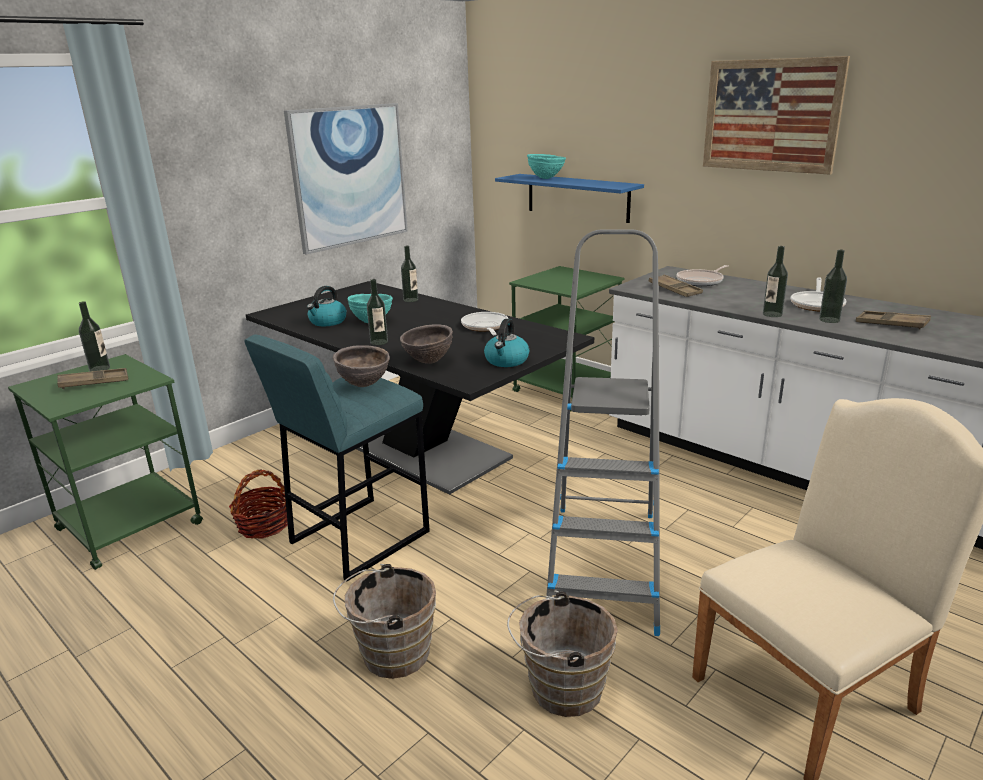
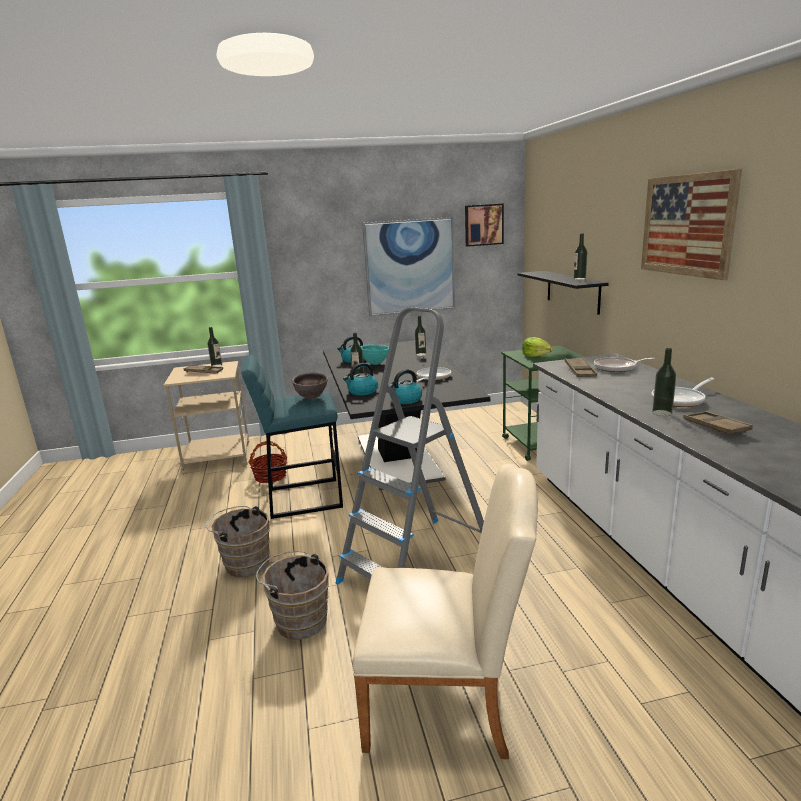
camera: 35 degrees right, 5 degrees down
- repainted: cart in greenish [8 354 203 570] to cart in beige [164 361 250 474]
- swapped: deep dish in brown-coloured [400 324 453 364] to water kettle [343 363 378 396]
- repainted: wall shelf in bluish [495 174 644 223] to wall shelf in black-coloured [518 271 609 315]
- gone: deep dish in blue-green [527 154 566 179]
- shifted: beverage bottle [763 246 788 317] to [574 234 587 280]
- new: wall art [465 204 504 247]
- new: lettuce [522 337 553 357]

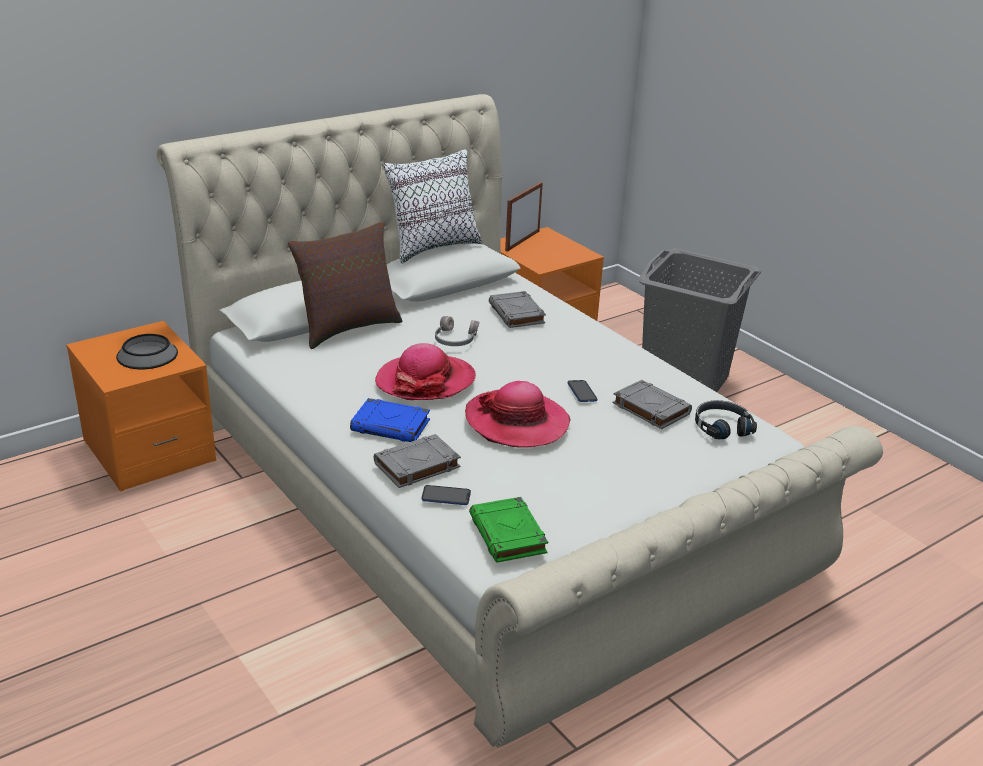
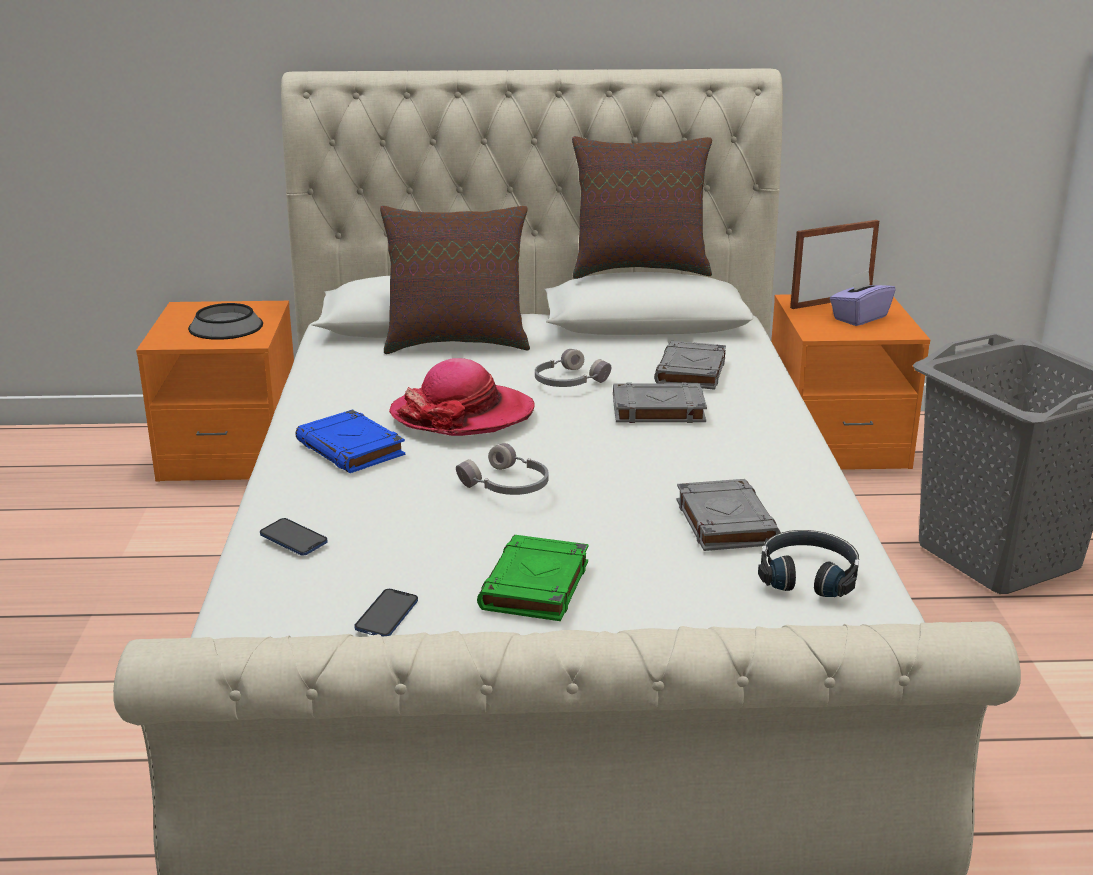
camera: 35 degrees right, 5 degrees down
- shifted: book in gray [374 434 461 488] to [613 382 707 423]
- repainted: throw pillow in white-coloured [383 150 482 264] to throw pillow in brown-coloured [572 136 712 279]
- swapped: hat [465 381 571 448] to headphones in gray [456 443 549 495]
- shifted: book in greenish [469 497 548 563] to [477 535 589 621]
- shifted: phone [567 380 597 402] to [354 589 418 637]
- new: tissue holder in purple-coloured [830 270 896 326]

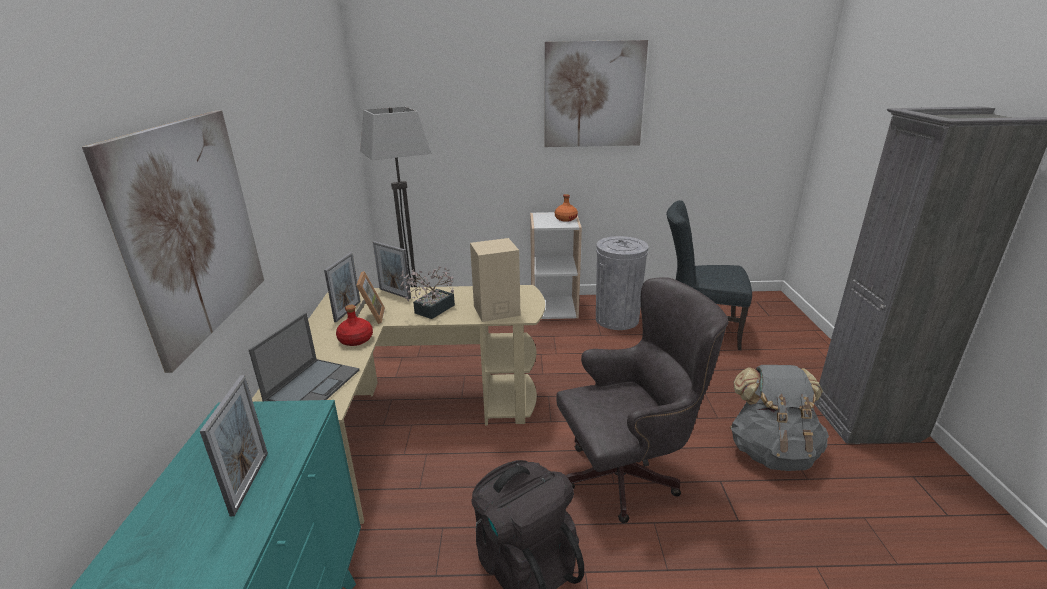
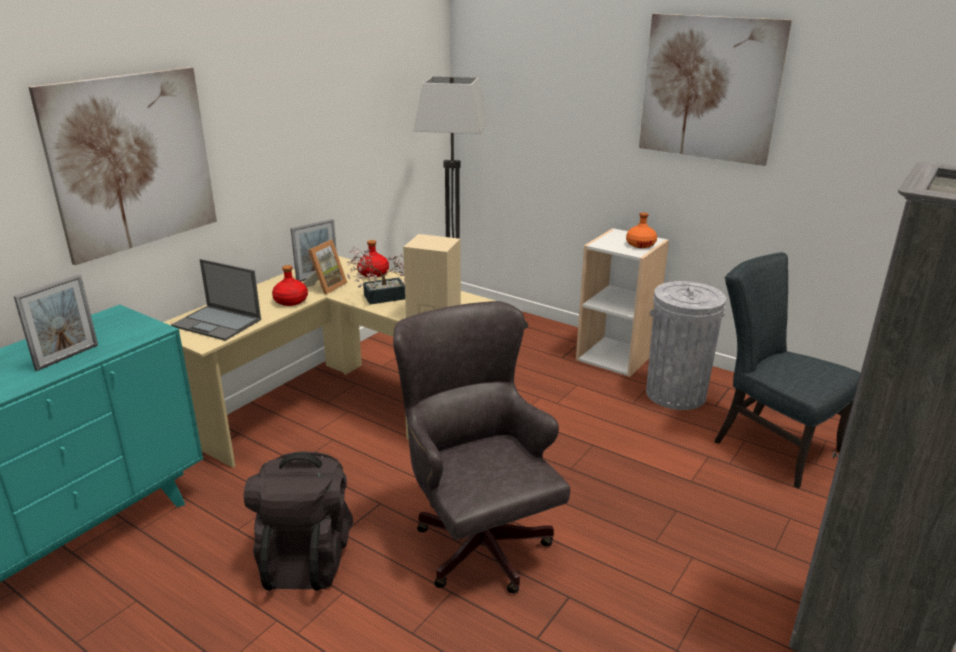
camera: 35 degrees right, 0 degrees up
- rotated: portable computer [249 313 359 401] = [171 259 261 341] 60 degrees clockwise
- swapped: standing frame [373 241 411 299] to beverage bottle in red-coloured [357 240 389 277]
- rotated: computer chair in gray [556 277 729 523] = [393 301 570 594] 135 degrees counterclockwise
- gone: backpack in gray [730 365 829 471]

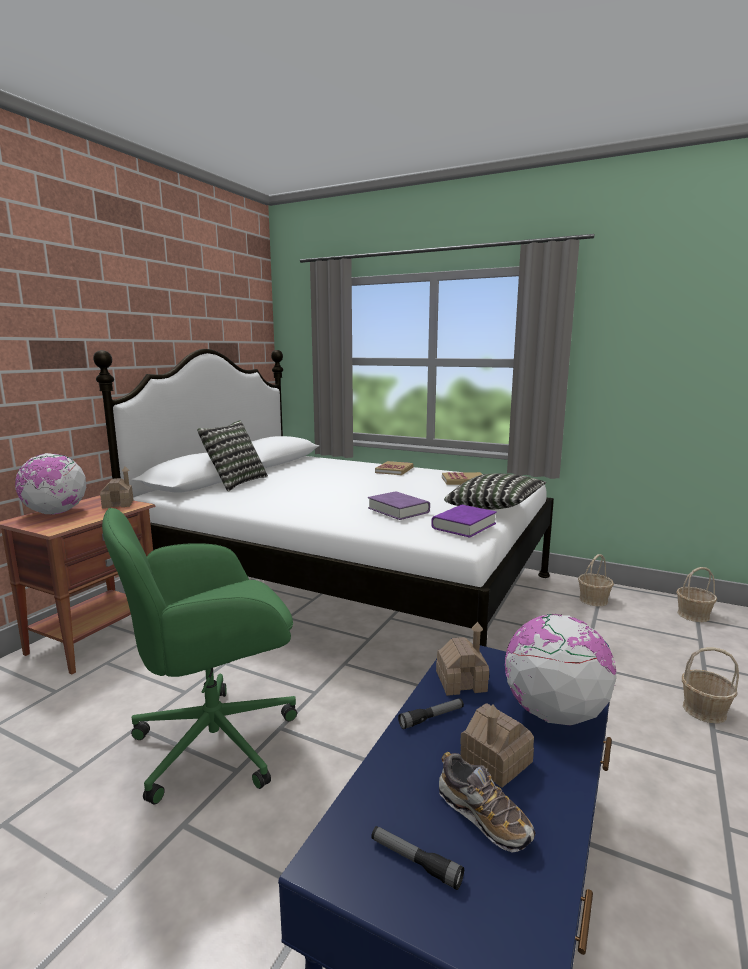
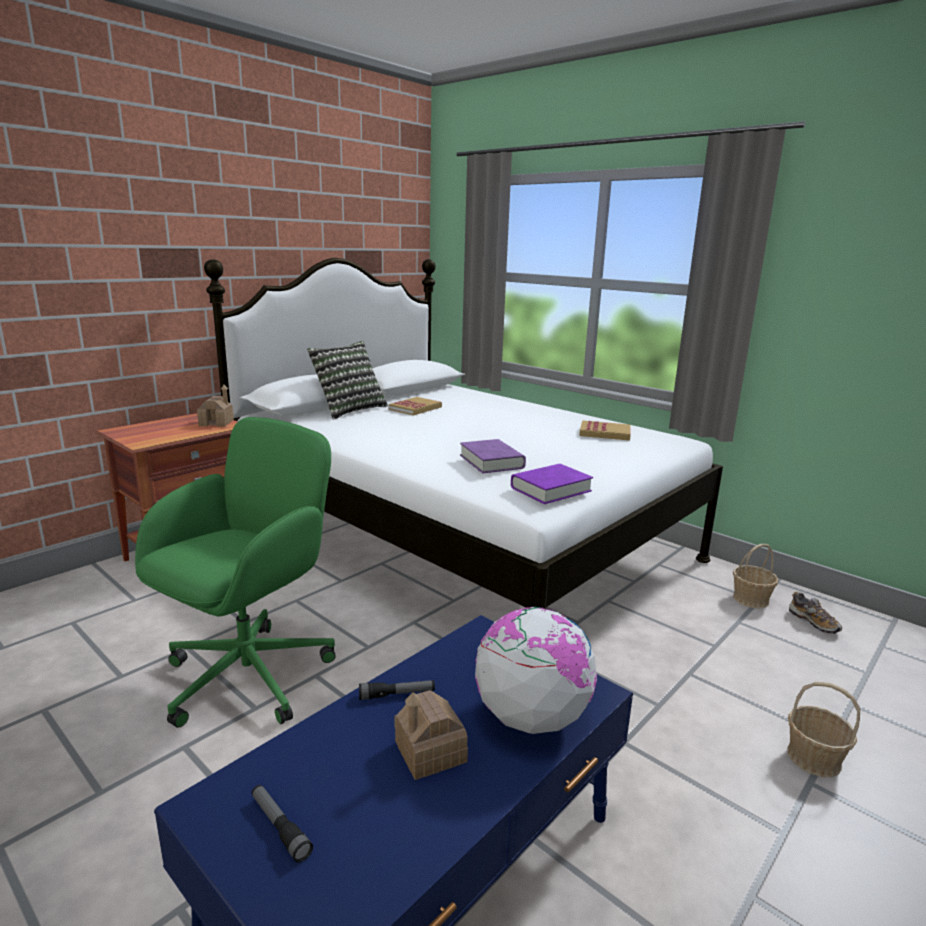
camera: 15 degrees right, 5 degrees up
- gone: desk globe [15 453 86 514]
- rotated: computer chair in greenish [102 508 297 804] = [135 417 336 728] 135 degrees clockwise
- shifted: book [375 461 414 475] to [389 397 442 415]
- gone: model house [436 622 489 696]
- shifted: shoe [439 752 535 853] to [789 592 842 634]
- gone: throw pillow [444 474 546 510]
- gone: storage basket [676 567 717 622]

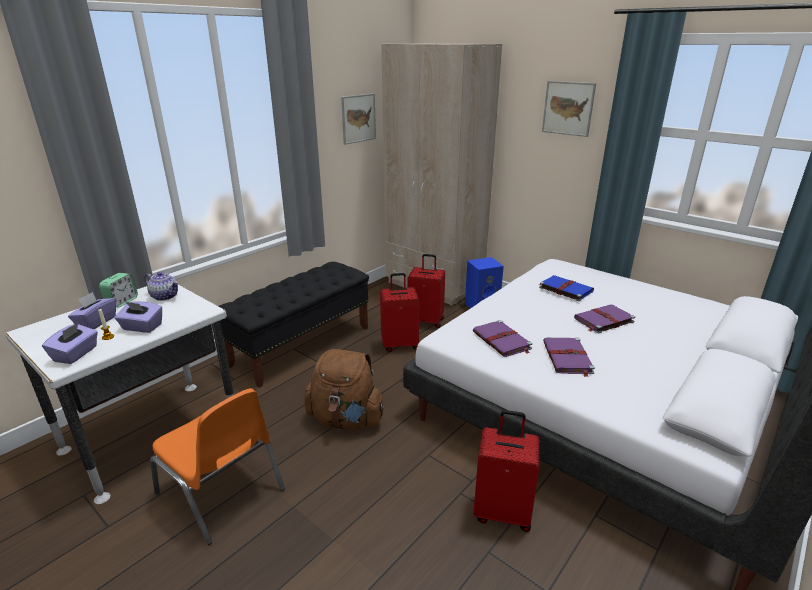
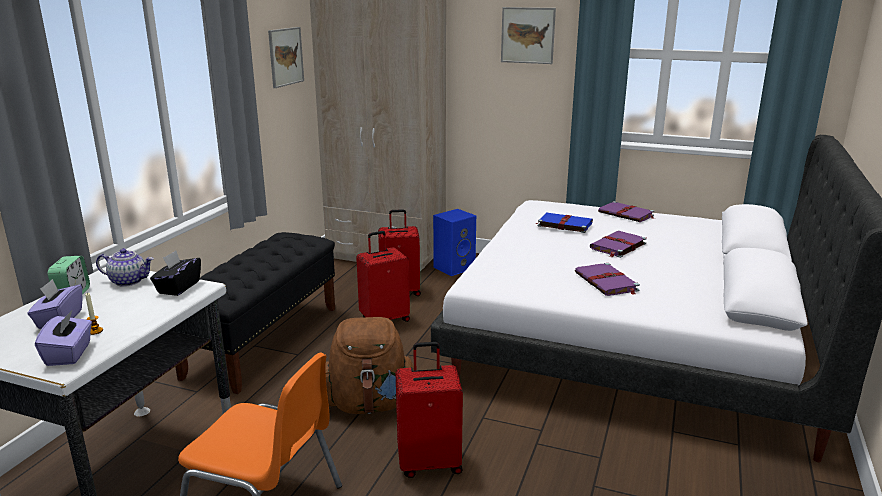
camera: 20 degrees left, 5 degrees down
- gone: tissue holder in purple-coloured [114 301 162 333]
- shifted: book in purple-coloured [473 320 532 357] to [598 201 654 222]
- shifted: piece of luggage in red-coloured [473 410 540 532] to [396 342 463 478]
- new: tissue holder in black-coloured [150 250 201 296]

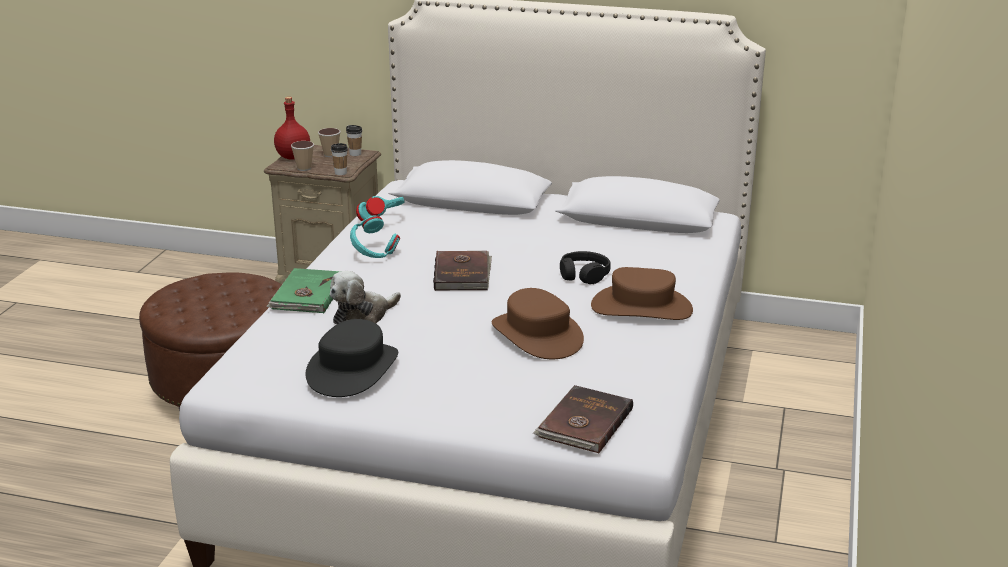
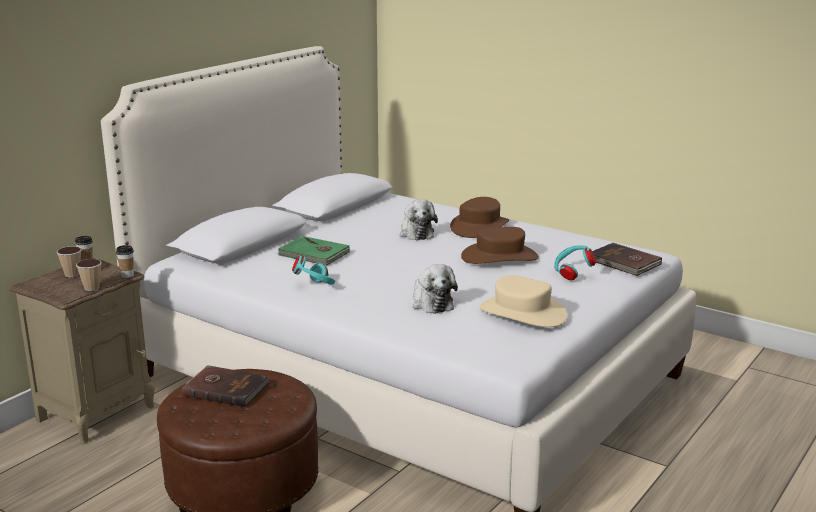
camera: 70 degrees left, 5 degrees down
- shifted: book in greenish [266 268 341 313] to [278 236 350 266]
- gone: beverage bottle in red-coloured [274 97 310 160]
- repainted: hat in black-coloured [305 319 398 397] to hat in beige [479 275 567 327]
- shifted: headphones in blue-green [356 196 404 221] to [554 245 596 280]
- shifted: book in brown-coloured [433 251 492 291] to [182 365 270 407]
- swapped: headphones in black-coloured [560 251 611 284] to plush toy [400 199 438 240]

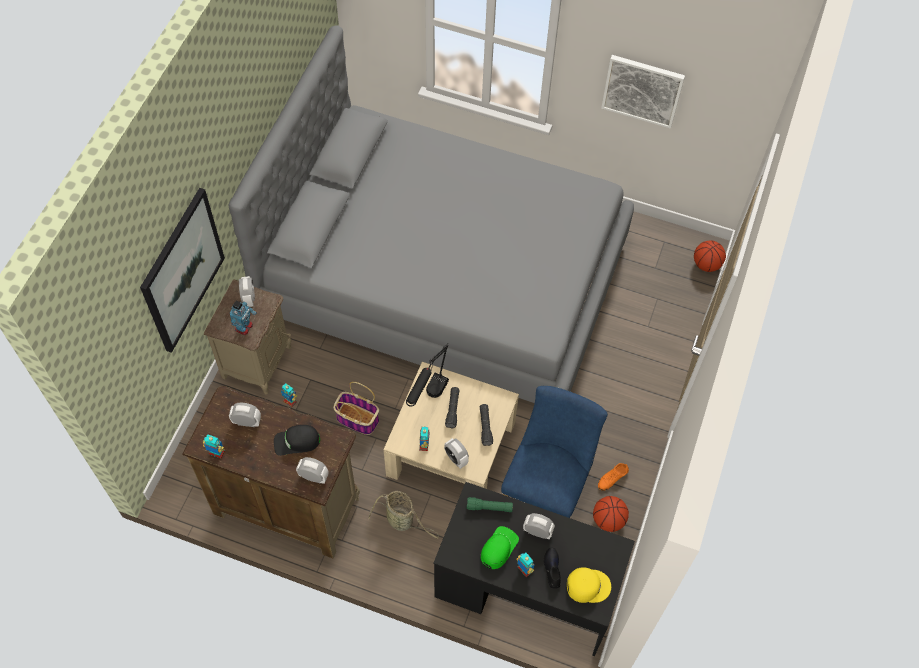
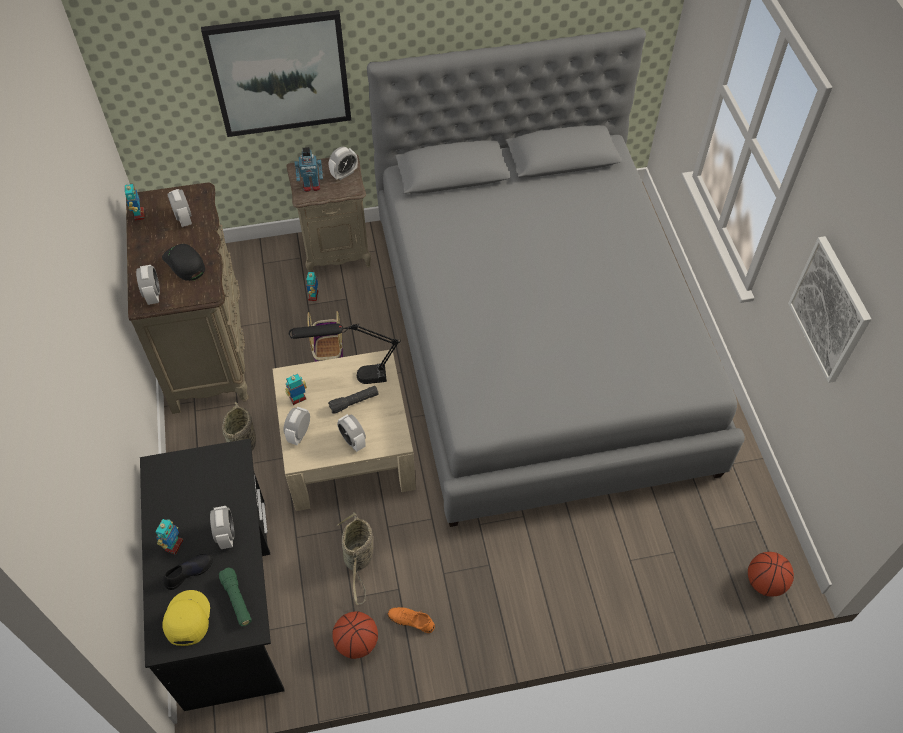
camera: 60 degrees right, 5 degrees down
- shifted: flashlight in greenish [467 497 513 512] to [219 568 251 626]
- swapped: flashlight in black-coloured [480 404 493 446] to alarm clock [337 414 366 452]
- gone: peaked cap in greenish [481 526 519 569]
- swapped: plain chair in bluish [501 386 608 518] to storage basket [336 512 373 605]
- rotated: peaked cap in yellow-coloured [567 567 611 603] = [163 590 210 646] 150 degrees counterclockwise

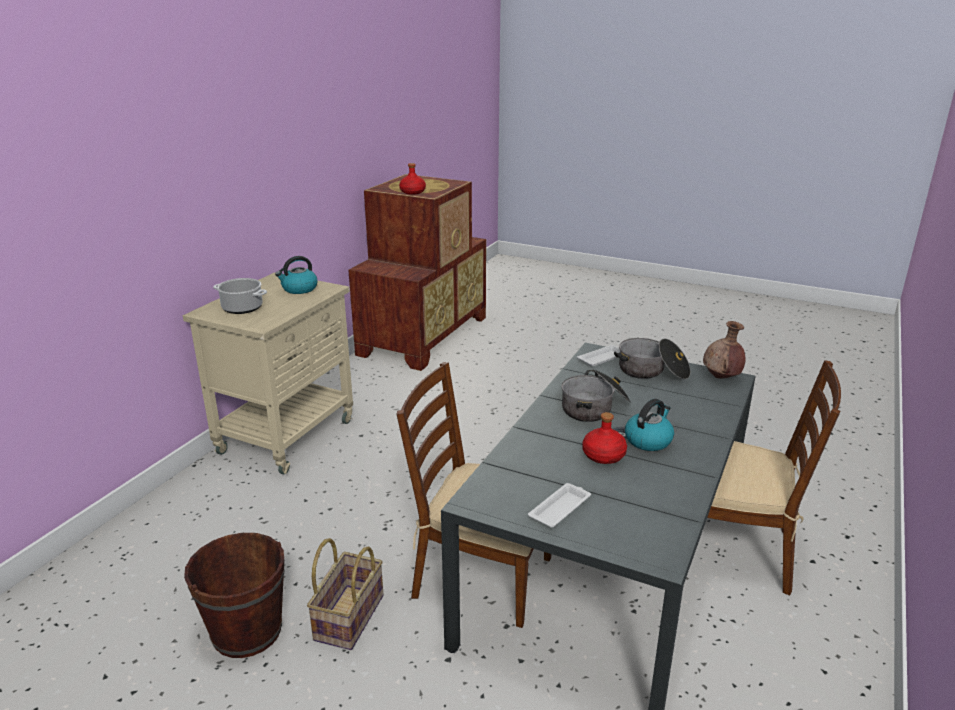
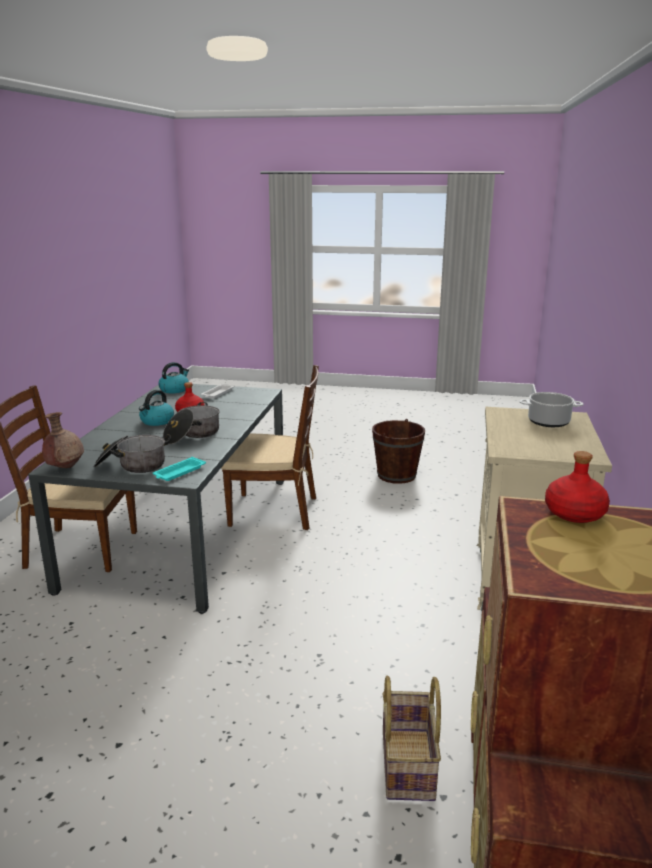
camera: 165 degrees right, 5 degrees down
- shifted: water kettle [275 256 317 294] to [159 362 189 394]
- shifted: storage basket [307 538 383 650] to [383 675 441 801]
- repainted: tray in white-coloured [577 345 620 367] to tray in blue-green [153 457 206 481]

